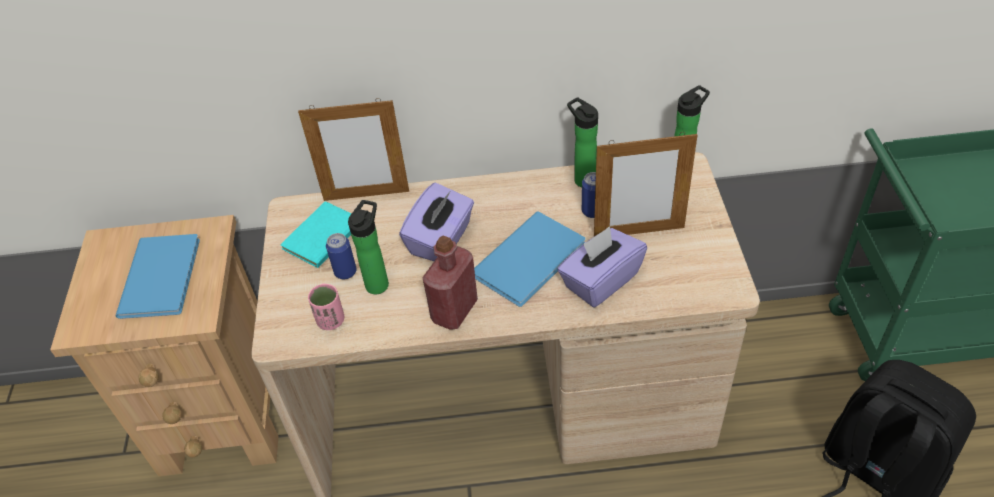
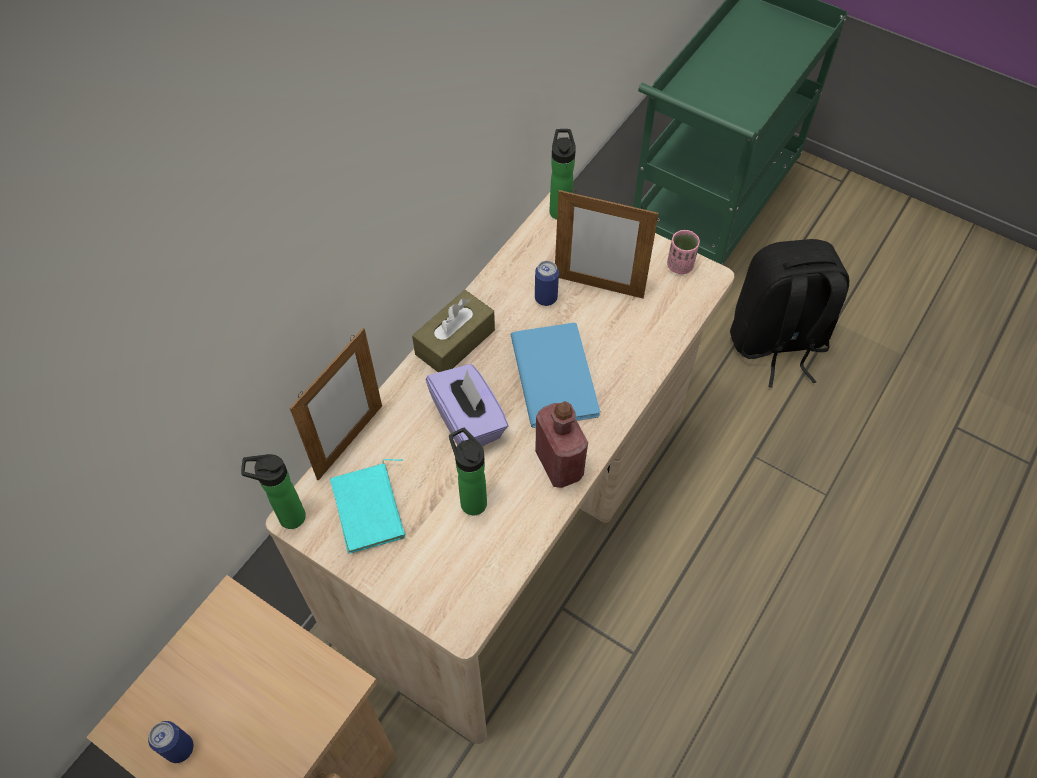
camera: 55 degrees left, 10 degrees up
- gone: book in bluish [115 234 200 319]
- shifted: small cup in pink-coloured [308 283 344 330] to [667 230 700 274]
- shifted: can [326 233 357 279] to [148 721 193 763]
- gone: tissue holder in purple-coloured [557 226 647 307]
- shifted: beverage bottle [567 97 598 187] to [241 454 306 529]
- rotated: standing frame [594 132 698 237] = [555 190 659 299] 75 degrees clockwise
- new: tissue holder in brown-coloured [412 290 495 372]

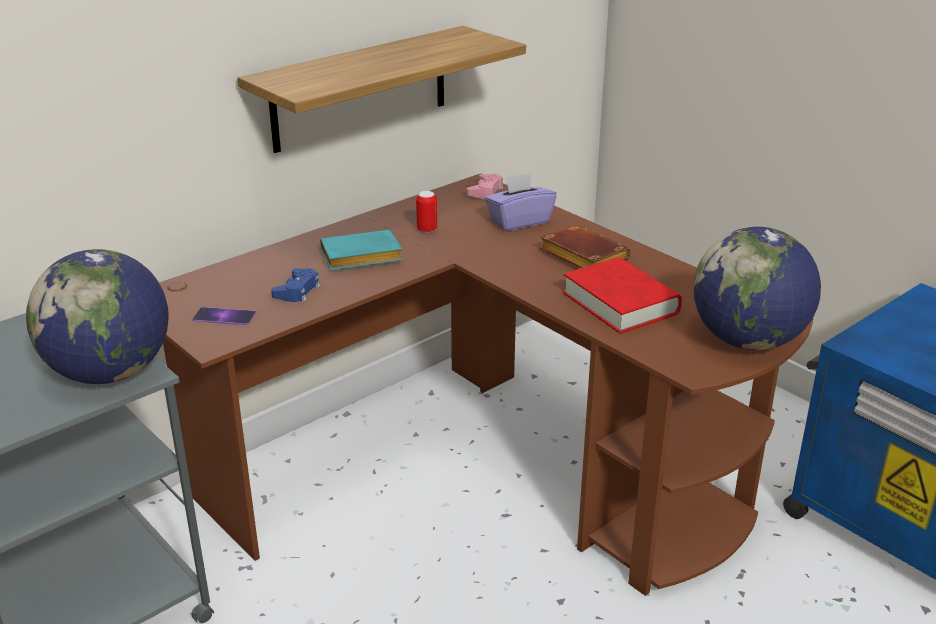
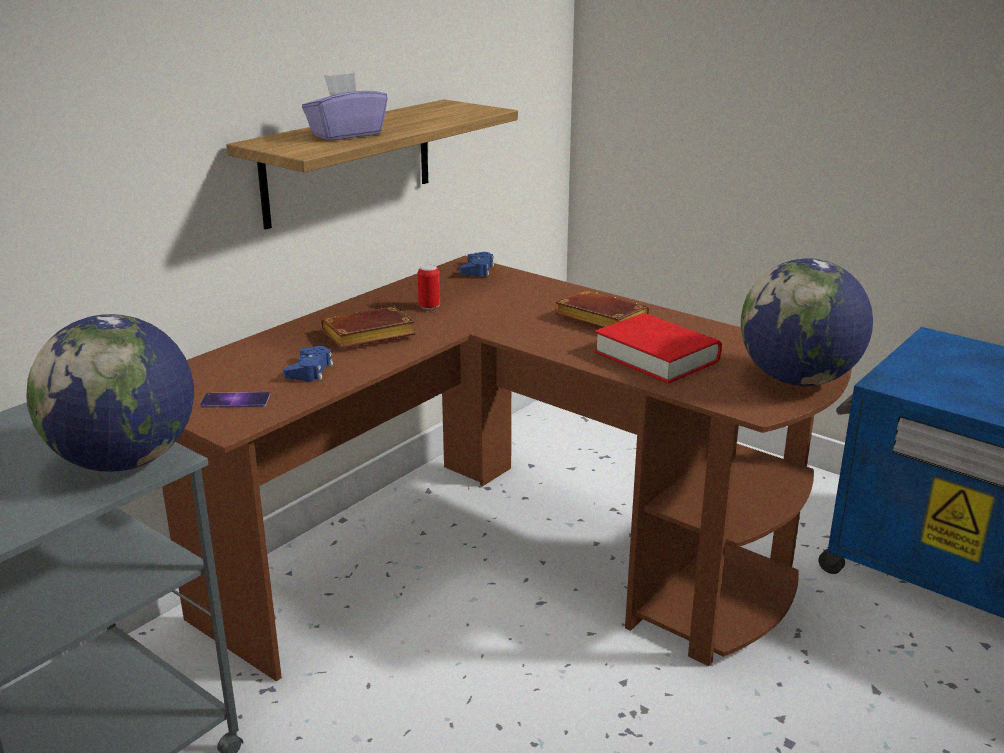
camera: 10 degrees left, 5 degrees down
- repainted: book in blue-green [320 230 403 270] to book in brown-coloured [321 306 415 348]
- repainted: gamepad in pink-coloured [467 174 503 199] to gamepad in bluish [459 252 494 277]
- shifted: tissue holder in purple-coloured [485 172 556 231] to [302 73 388 140]

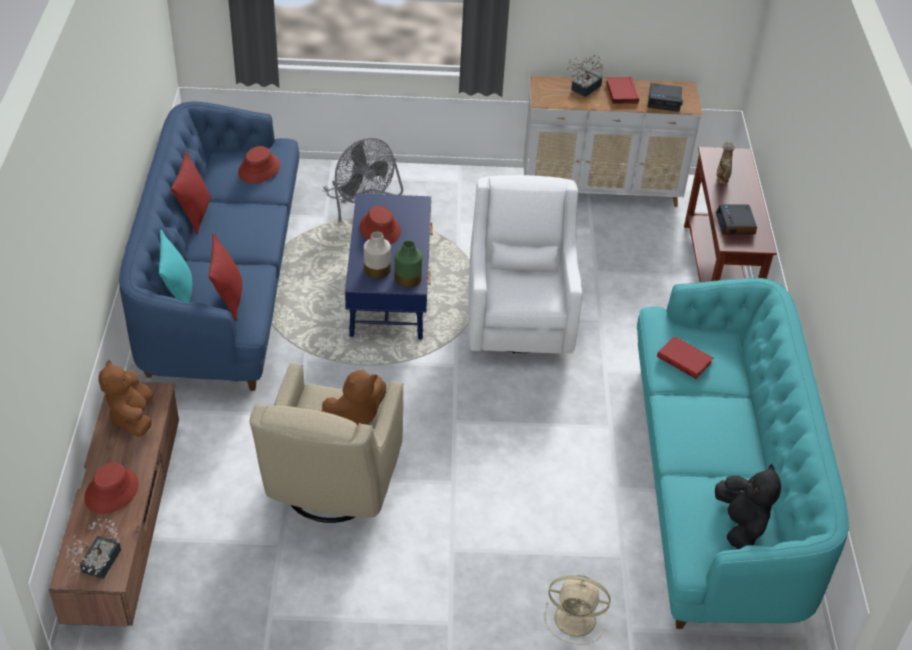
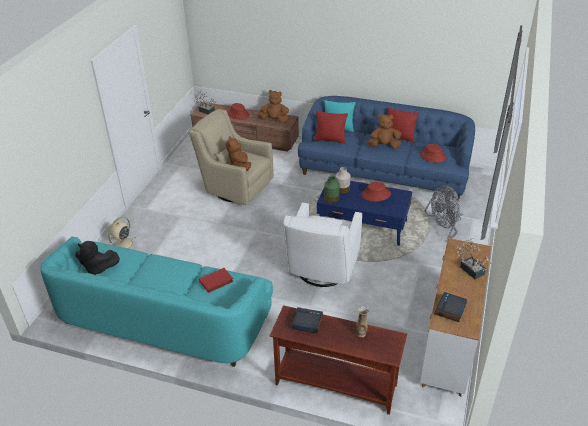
camera: 110 degrees right, 5 degrees down
- rotated: armchair in white-coloured [468 175 582 353] = [283 202 362 287] 90 degrees clockwise
- gone: book in red-coloured [606 76 639 104]
- new: plush toy in brown-coloured [368 114 401 149]

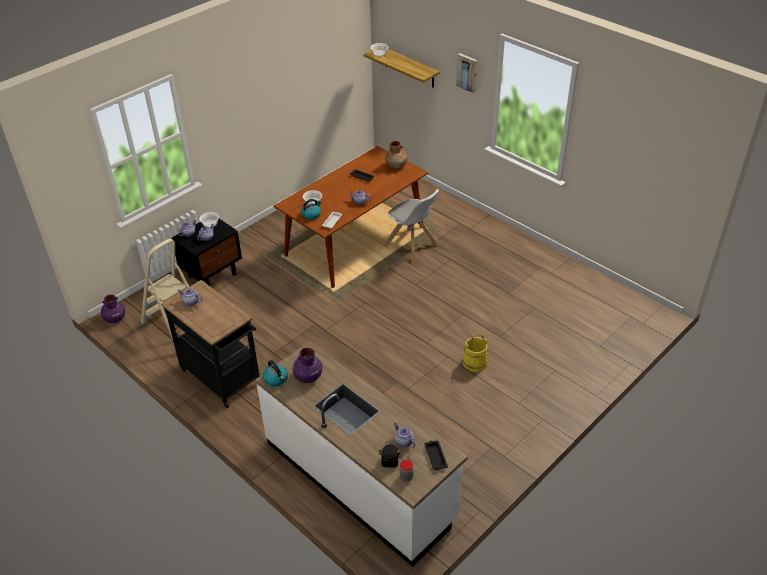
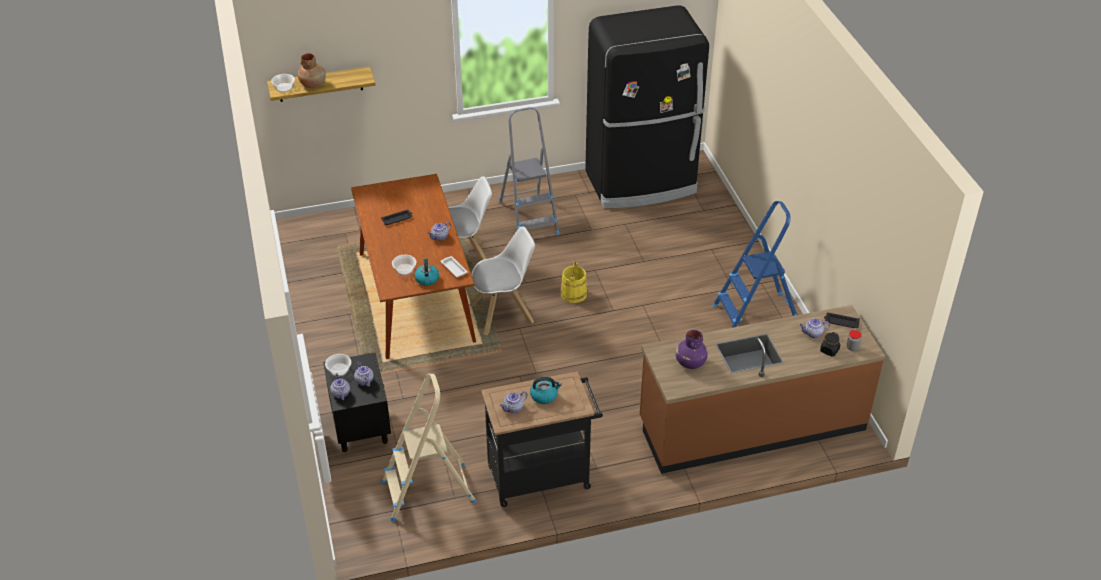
camera: 60 degrees left, 0 degrees up
- gone: flower vase in purple-coloured [101 295 125 323]
- repainted: counter in white-coloured [255 341 468 567] to counter in brown-coloured [640 305 885 474]
- shifted: water kettle [263 360 288 386] to [530 377 562 404]
- shifted: flower vase in brown-coloured [385 141 407 169] to [298 53 326 88]
- gone: wall art [456 53 478 93]
- shifted: bucket in yellow-coloured [463 334 488 372] to [561 260 587 303]
- new: plain chair [469 226 535 335]
- new: stepladder in gray [499 107 559 235]
- new: kitchen fridge in black-coloured [585 5 709 208]
- new: stepladder in bluish [712 201 797 328]

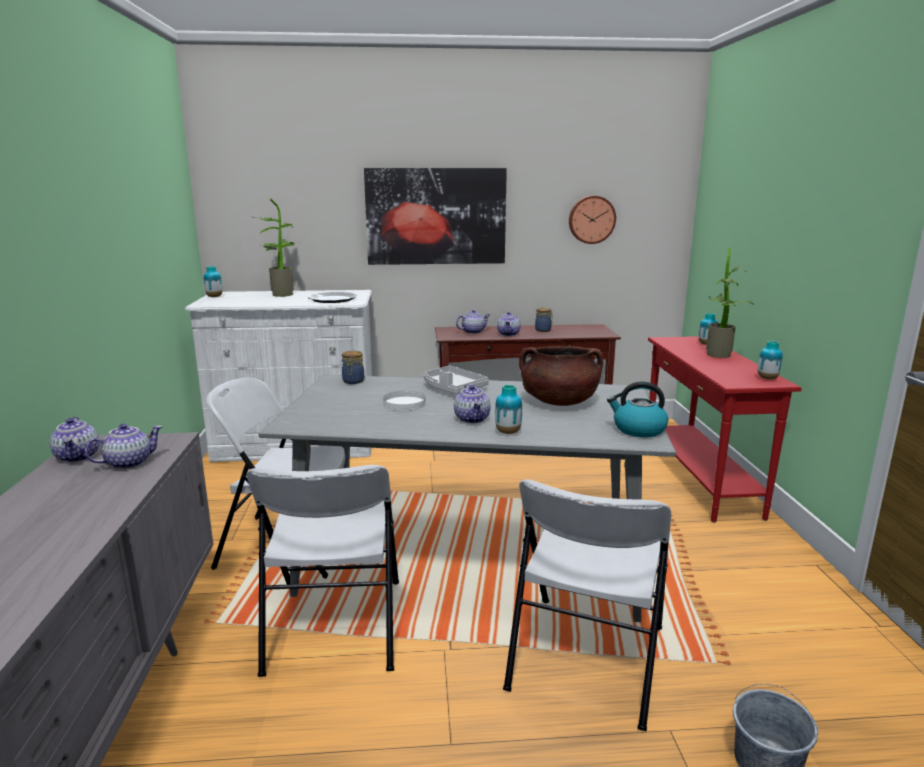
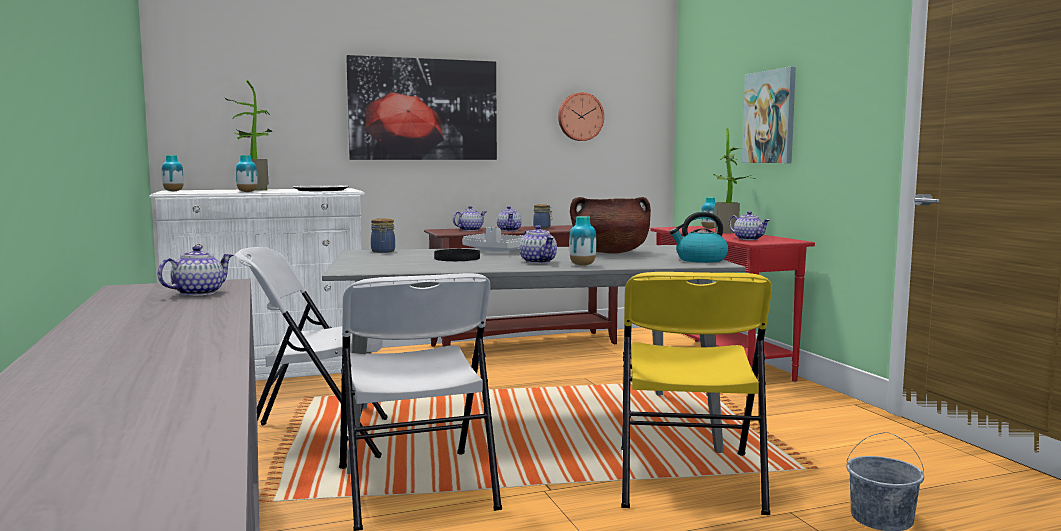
camera: 15 degrees left, 10 degrees down
- shifted: teapot [50 417 99 463] to [729 211 770 240]
- repainted: dinner plate in white-coloured [383 390 426 411] to dinner plate in black-coloured [434 249 480 261]
- repainted: plain chair in white-coloured [503 480 671 731] to plain chair in yellow-coloured [621 272 772 515]
- shifted: flower vase [758 341 783 380] to [236 155 257 192]
- new: wall art [742 67 796 163]

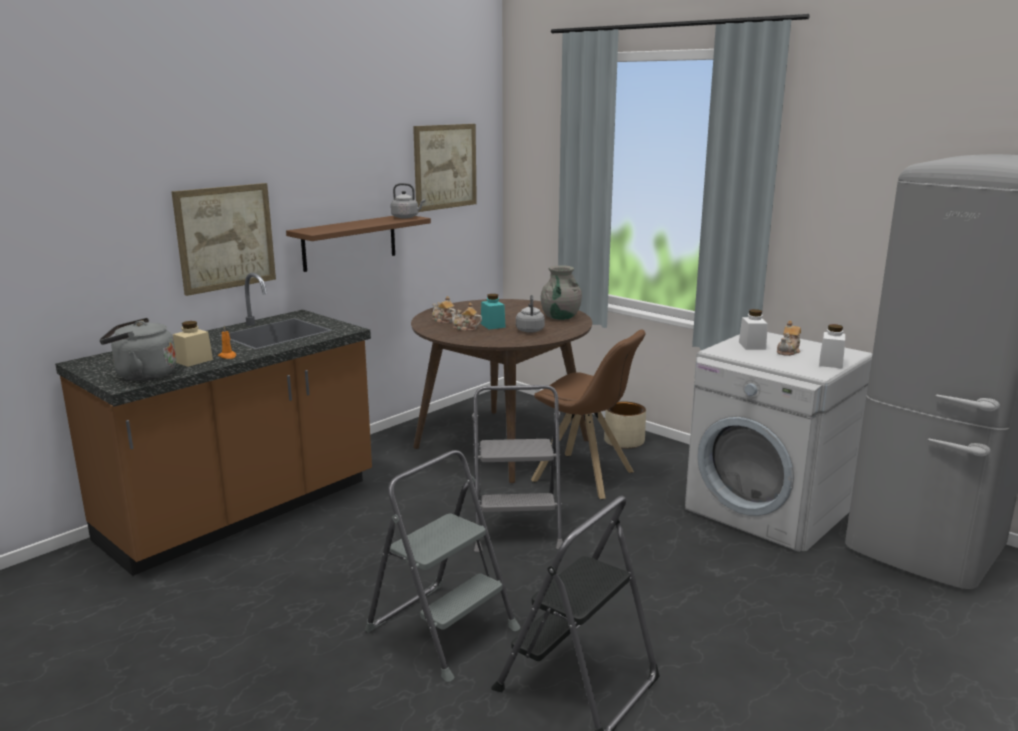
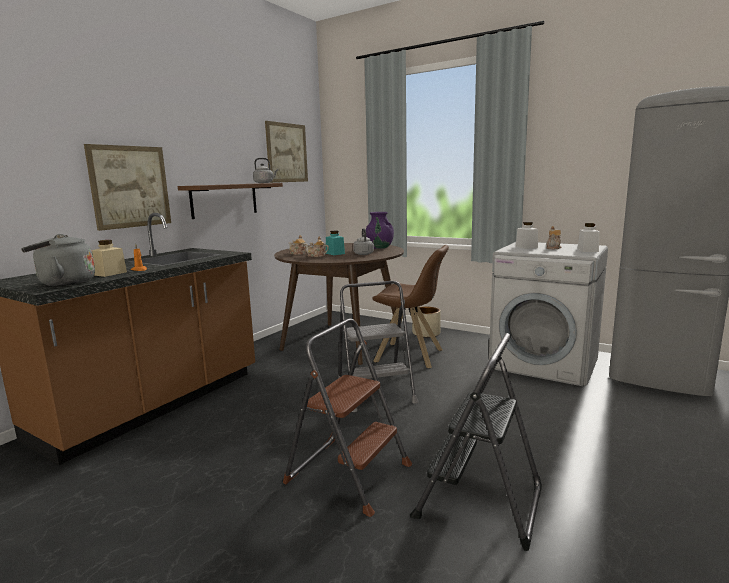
camera: 10 degrees left, 5 degrees down
- repainted: stepladder in gray [365 450 521 682] to stepladder in brown-coloured [283 319 412 517]
- repainted: flower vase in gray [541 265 582 320] to flower vase in purple-coloured [366 212 394 249]

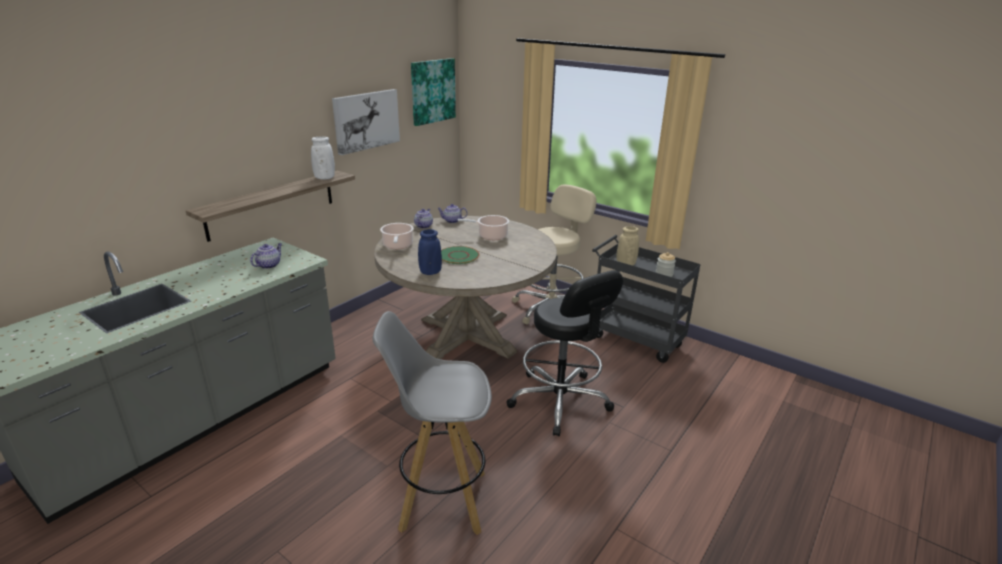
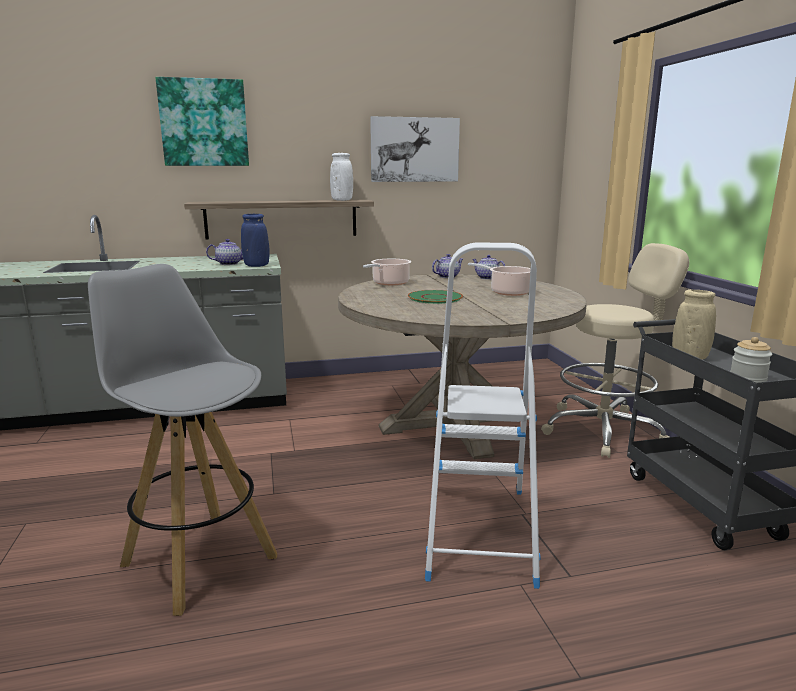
camera: 40 degrees right, 10 degrees down
- shifted: wall art [411 58 456 126] to [155 77 249 166]
- shifted: flower vase in bluish [418 229 442 275] to [241 214 270 267]
- swapped: sitting stool in black-coloured [507 270 623 436] to stepladder in white-coloured [425 242 541 589]

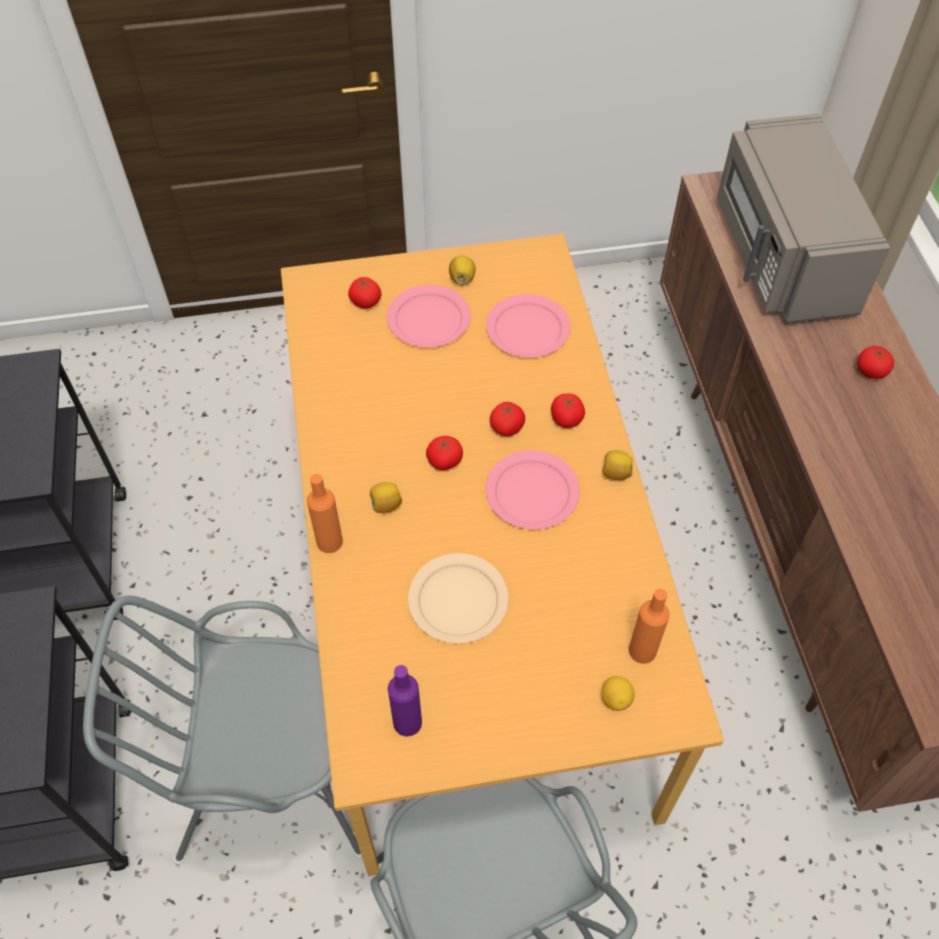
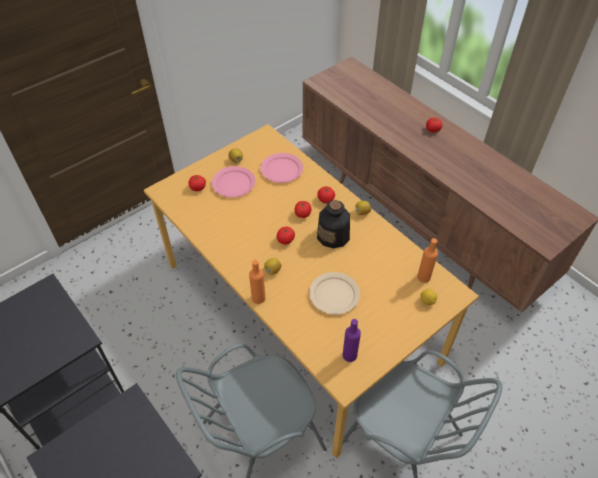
camera: 30 degrees left, 5 degrees down
- swapped: dinner plate in pink-coloured [485 450 580 530] to beverage bottle [317 200 350 248]
- gone: microwave oven in gray [717 114 890 323]

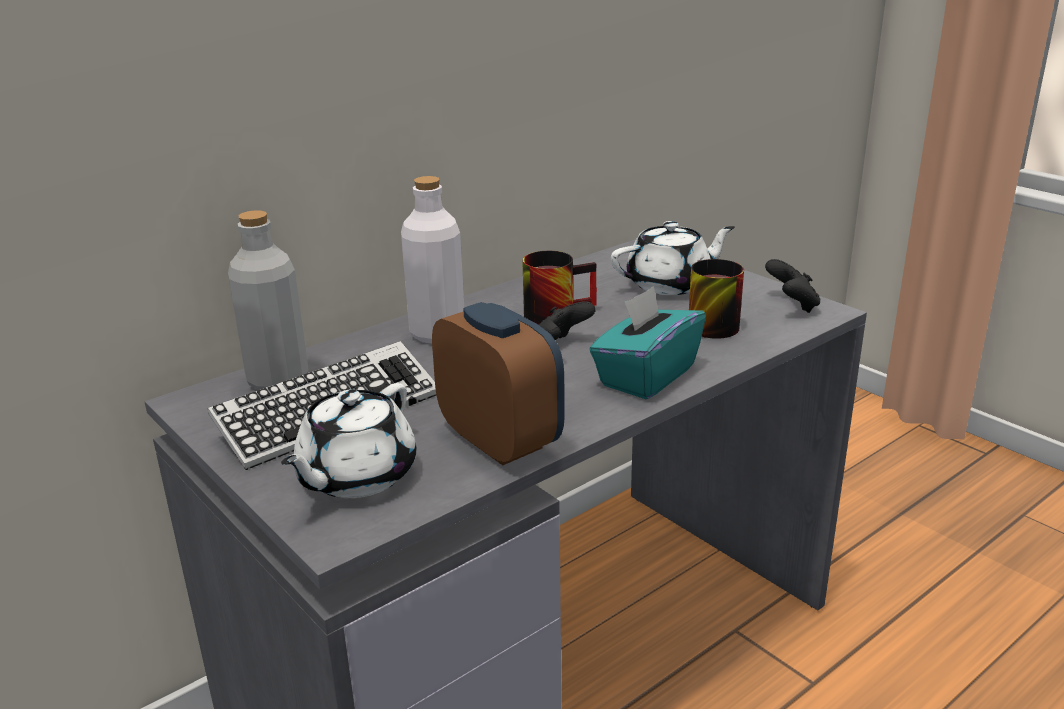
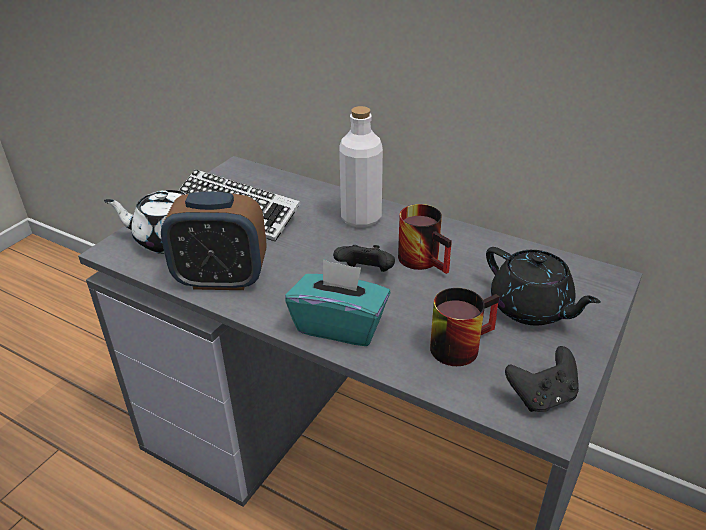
camera: 70 degrees right, 10 degrees up
- gone: beverage bottle in gray [228 210 309 390]
- rotated: alarm clock [432 302 565 465] = [161 192 266 290] 60 degrees clockwise
- repainted: teapot in white-coloured [611 221 735 295] to teapot in black-coloured [486 247 601 326]

